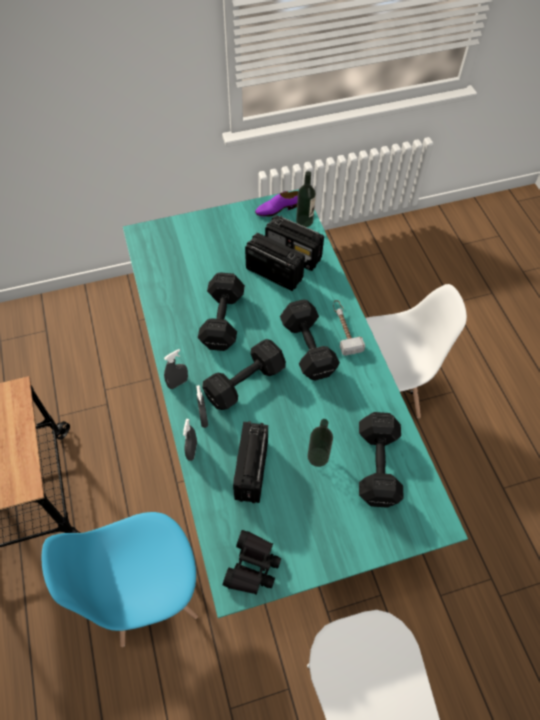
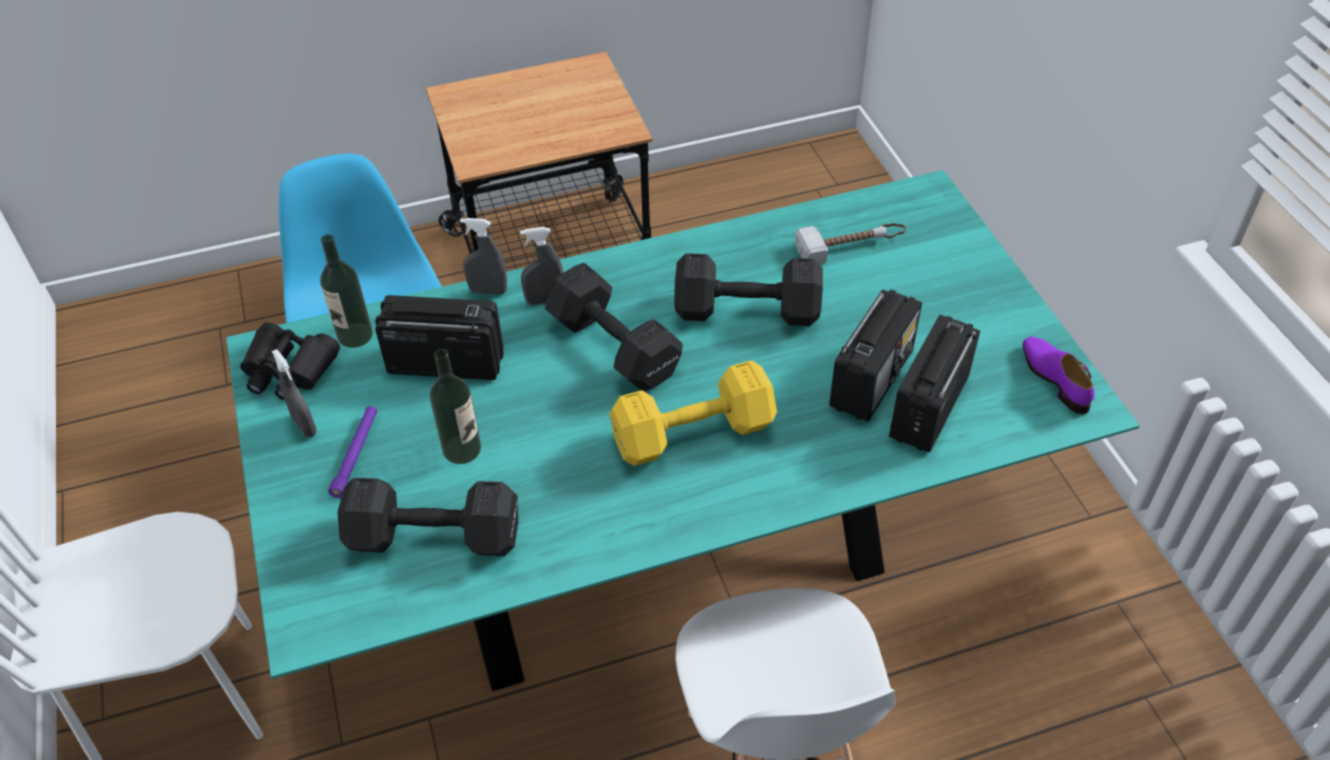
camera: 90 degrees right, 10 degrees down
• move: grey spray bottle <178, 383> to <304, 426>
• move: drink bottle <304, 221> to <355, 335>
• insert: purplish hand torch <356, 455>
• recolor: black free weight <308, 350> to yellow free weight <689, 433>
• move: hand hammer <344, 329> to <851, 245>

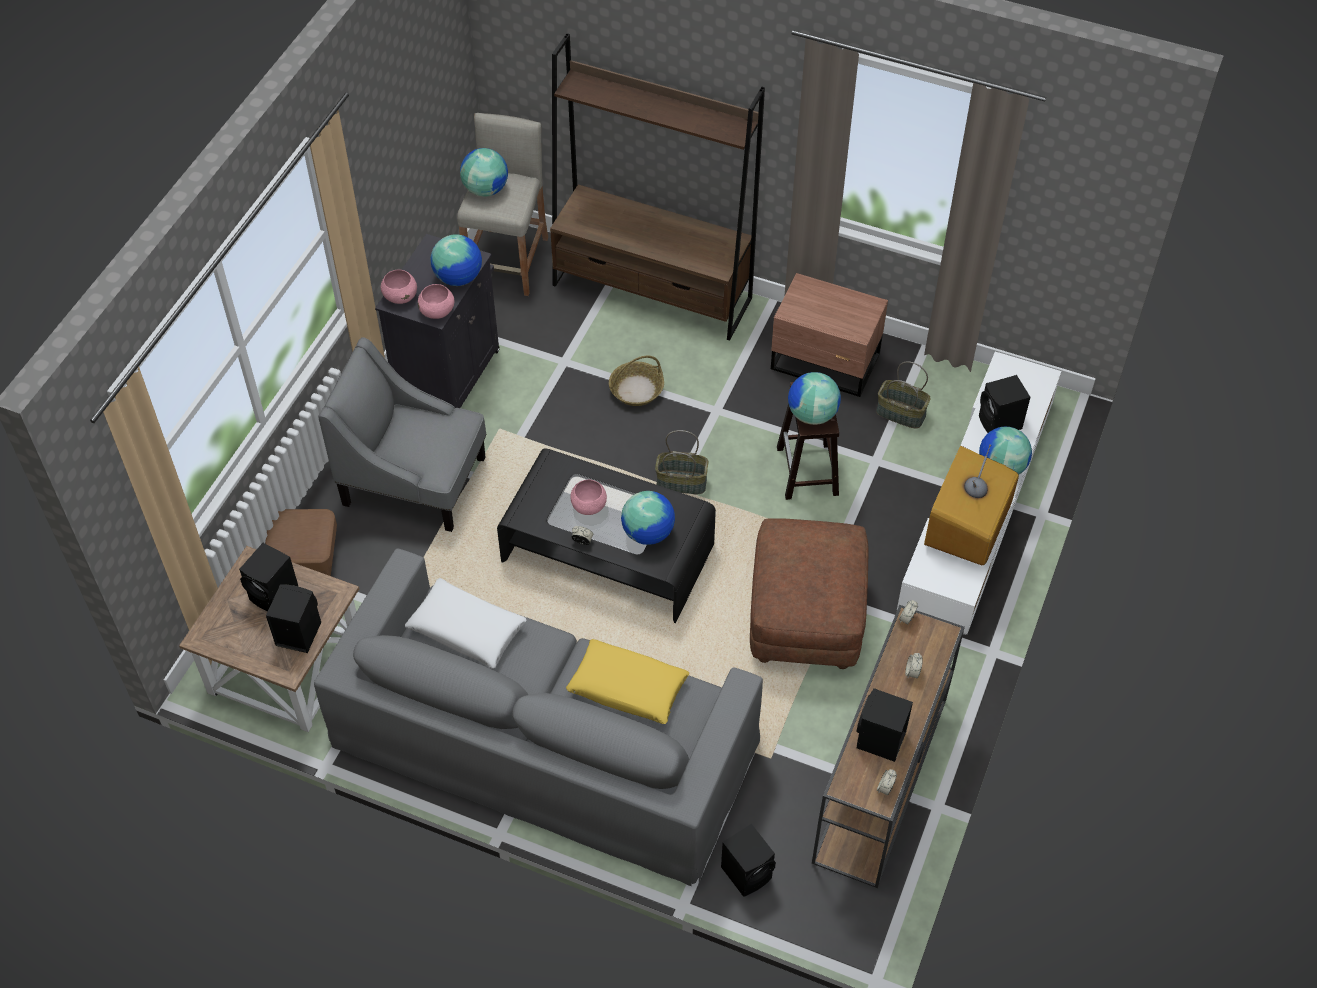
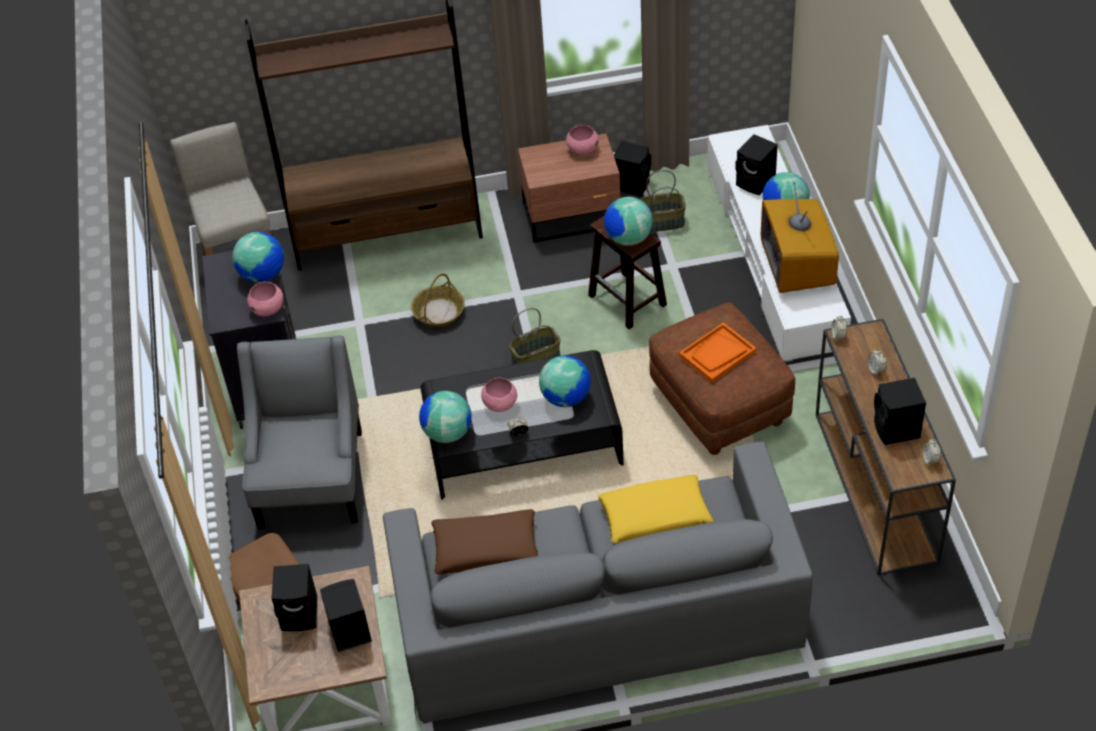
camera: 30 degrees left, 5 degrees down
• rotate: grey lounge chair <415, 481> = <311, 479> 105 degrees clockwise
• move: world globe <485, 189> to <447, 433>
• recolor: white pillow <467, 629> to brown-coloured pillow <486, 549>
• move: pink deep dish <400, 296> to <582, 149>
• move: black speaker <748, 872> to <632, 184>
• insert: orange tray <717, 354>

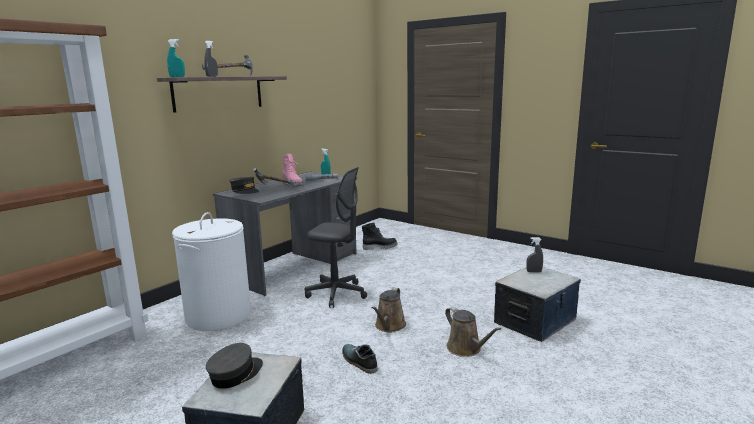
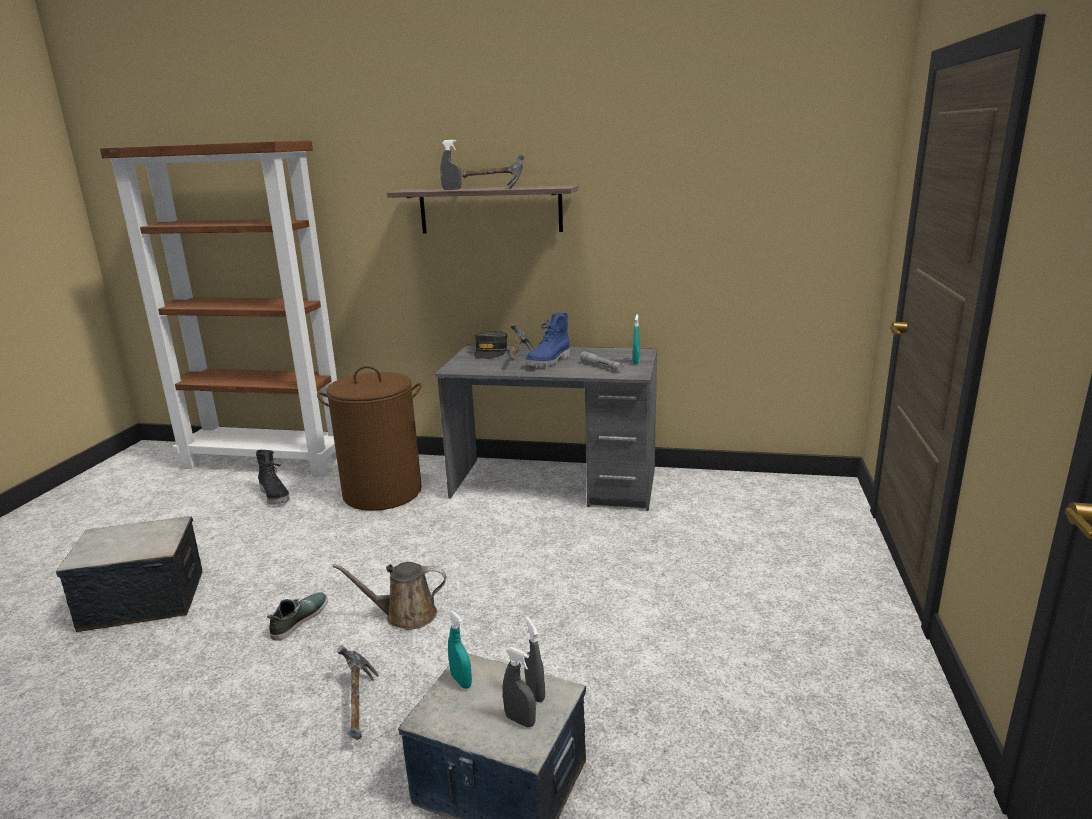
camera: 65 degrees right, 5 degrees up
• move: black boot <380, 247> to <275, 496>
• recolor: white laundry basket <218, 316> to brown-coloured laundry basket <382, 492>
• replace: brown-coloured watering can <466, 349> to hand hammer <358, 709>
• move: turquoise spray bottle <177, 77> to <461, 681>
• insert: grey spray bottle <520, 720>
• recolor: pink boot <293, 185> to blue boot <549, 362>
• delete: grey baseball cap <235, 374>
• delete: grey computer chair <336, 294>

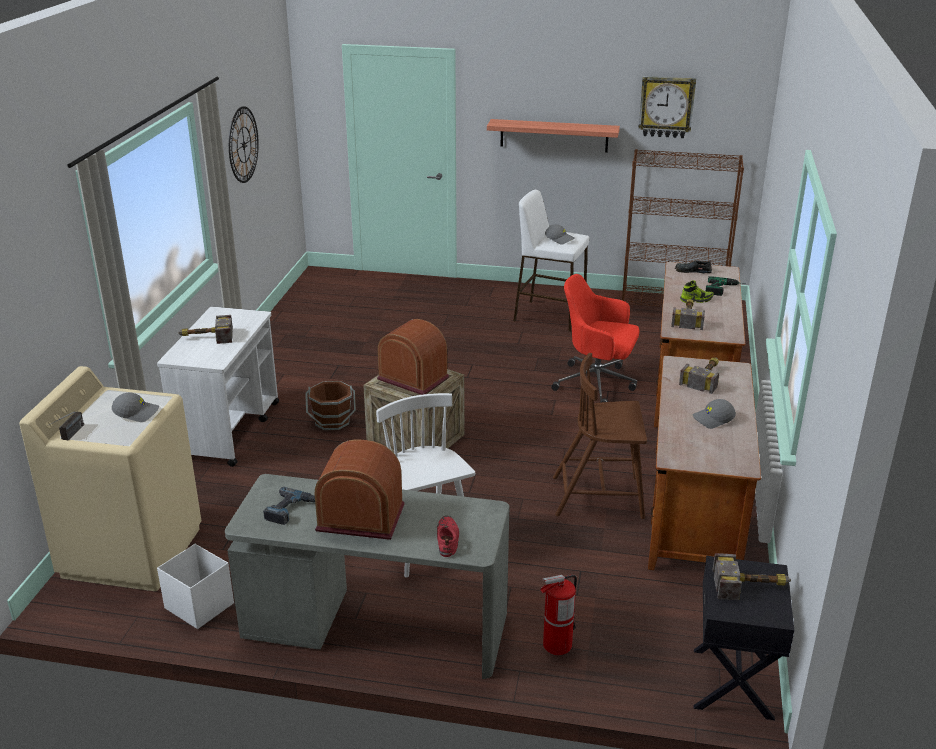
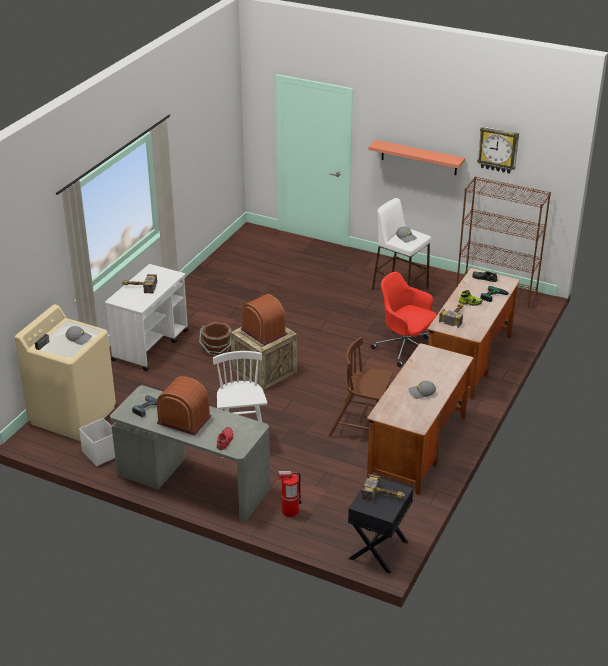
camera: 15 degrees right, 5 degrees up
• delete: wall clock <243, 144>
• delete: hand hammer <705, 377>

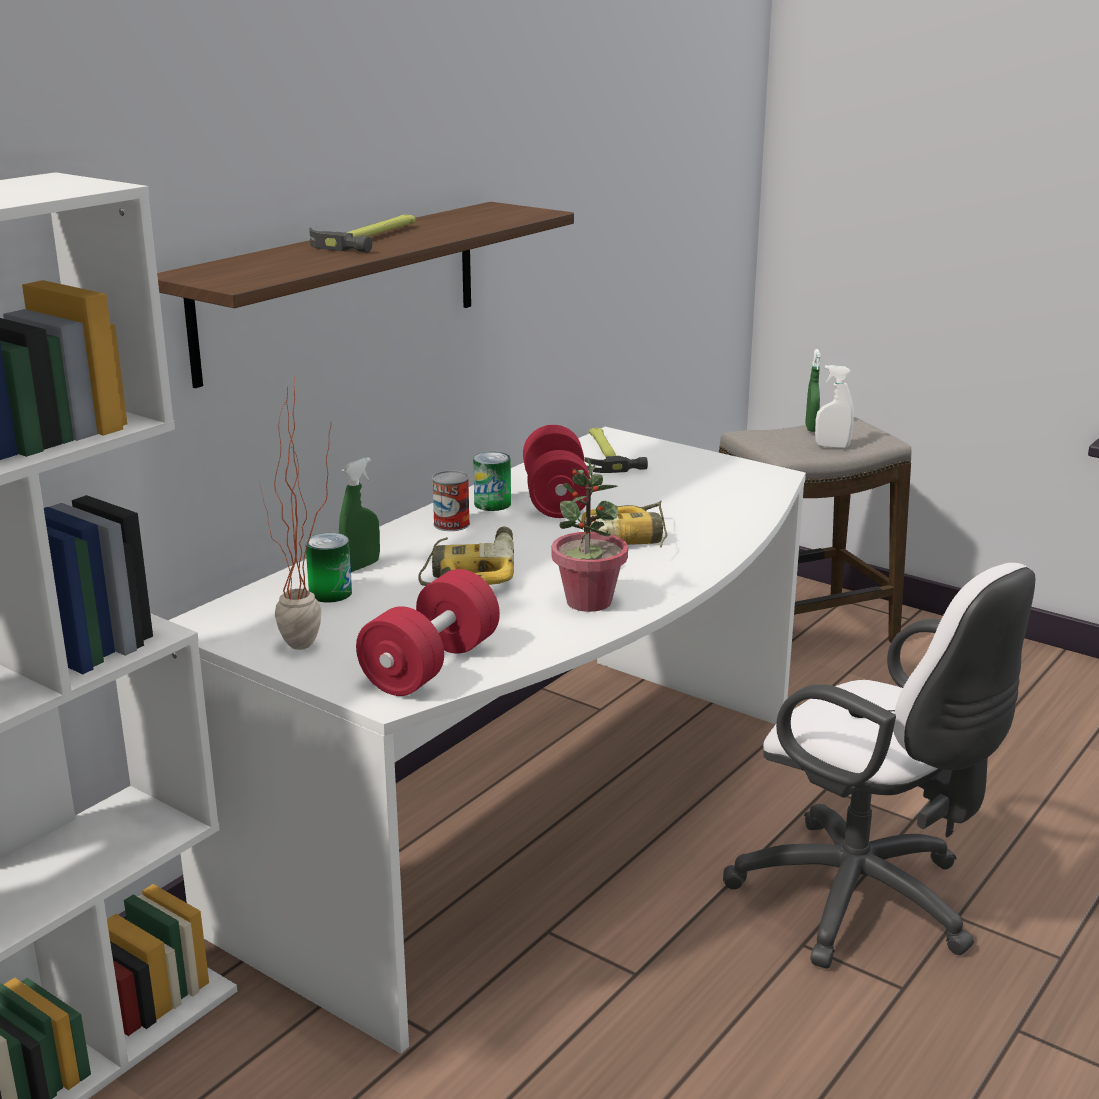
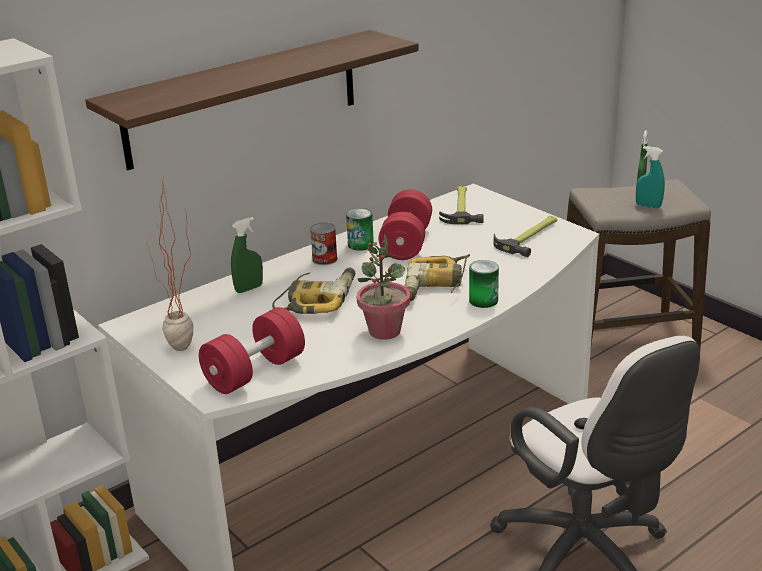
camera: 15 degrees right, 5 degrees up
• move: sealed can <330, 593> to <483, 300>
• move: hand hammer <372, 237> to <530, 237>
• recolor: white spray bottle <832, 446> to turquoise spray bottle <648, 206>

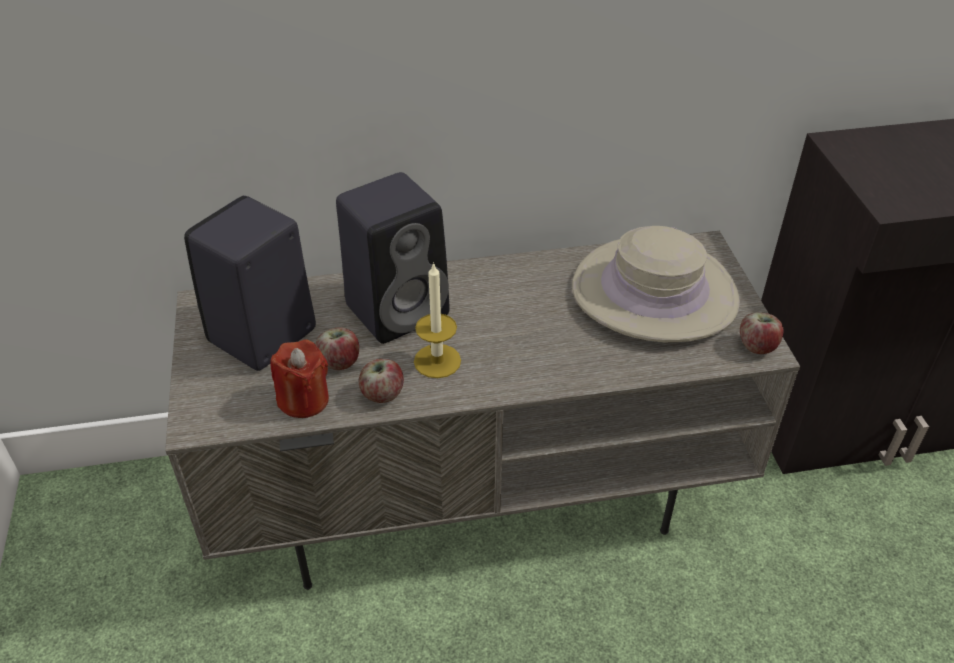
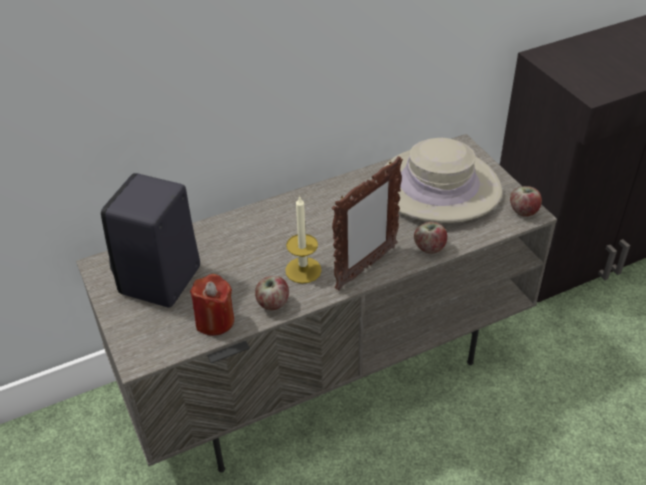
camera: 15 degrees left, 0 degrees up
• insert: photo frame <365, 268>
• move: apple fruit <340, 361> to <429, 247>
• delete: black speaker <400, 308>

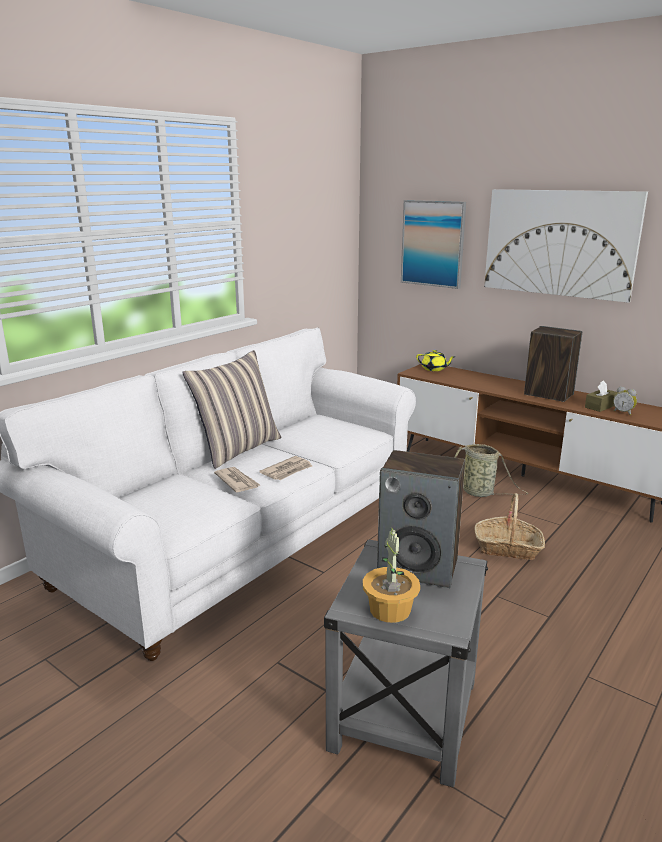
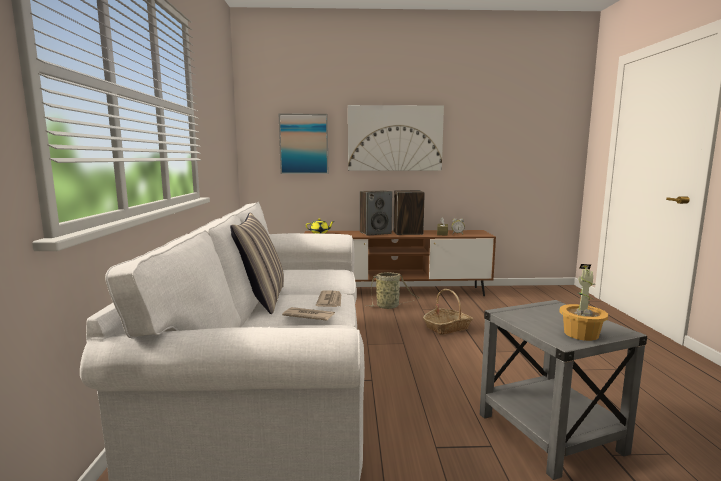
camera: 40 degrees left, 10 degrees down
• move: speaker <418, 567> to <375, 233>

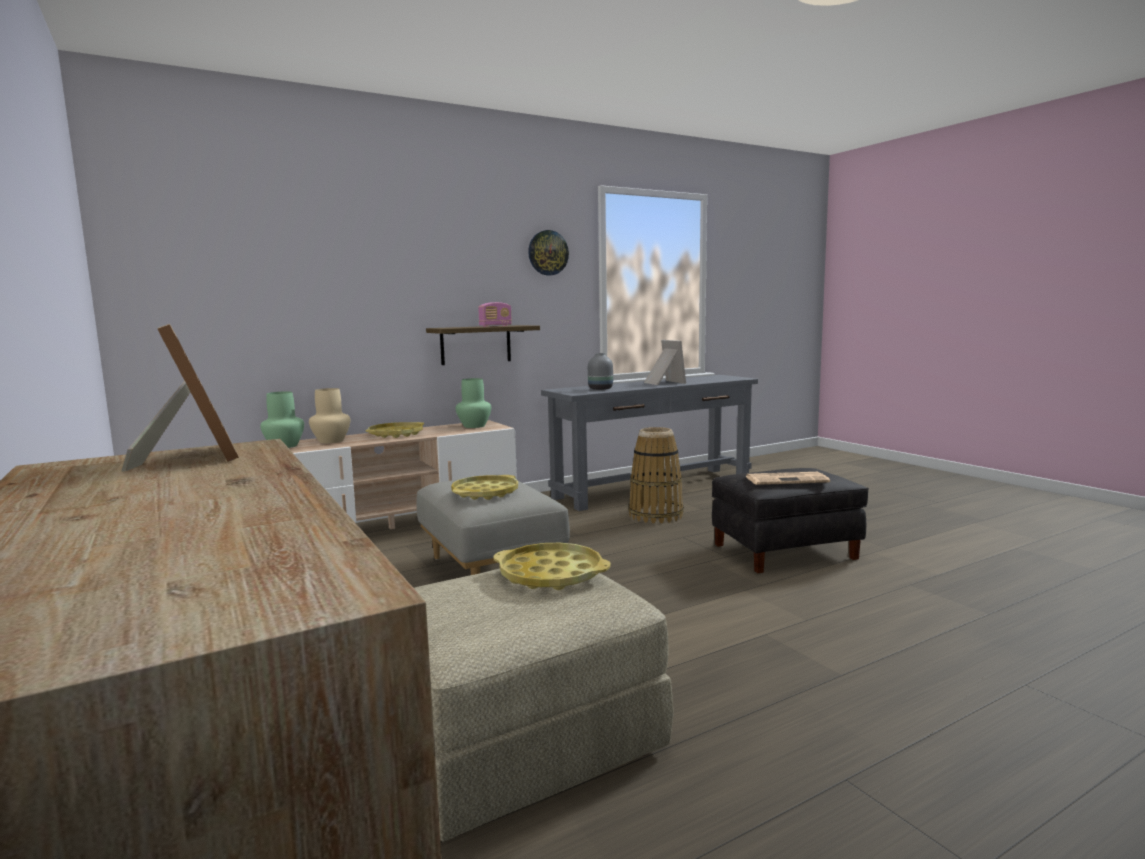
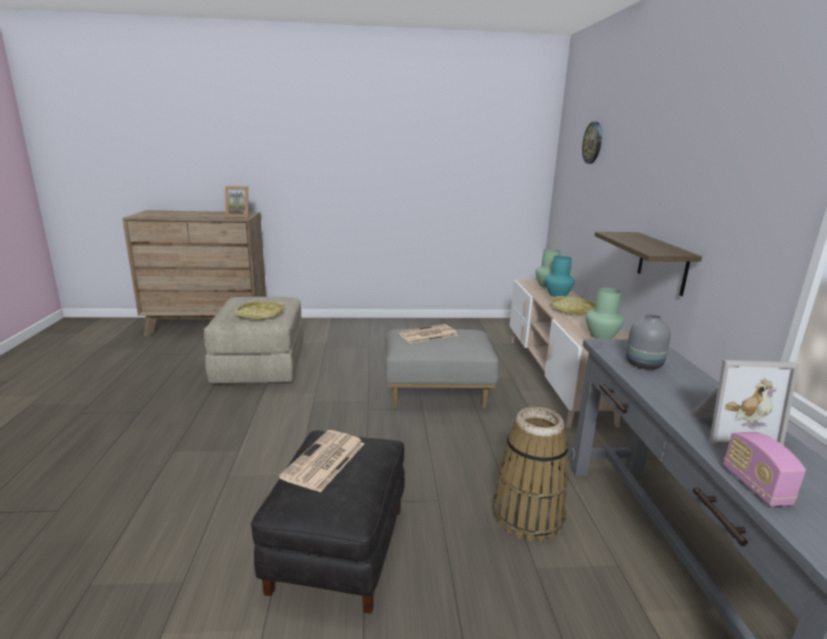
camera: 115 degrees right, 10 degrees up
• replace: yellow tray <485, 493> to newspaper <427, 335>
• recolor: beige-coloured decorative vase <331, 441> to turquoise decorative vase <558, 294>
• move: wall clock <548, 253> to <593, 142>
• move: radio <495, 326> to <755, 486>

